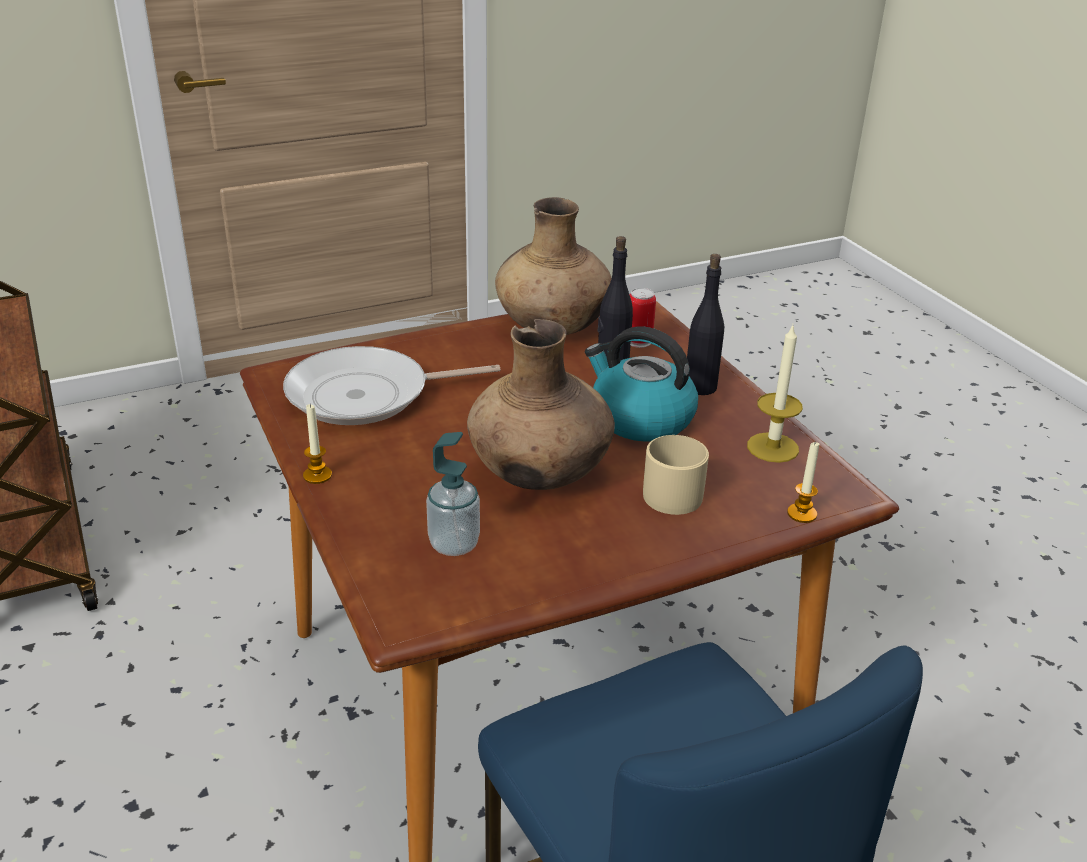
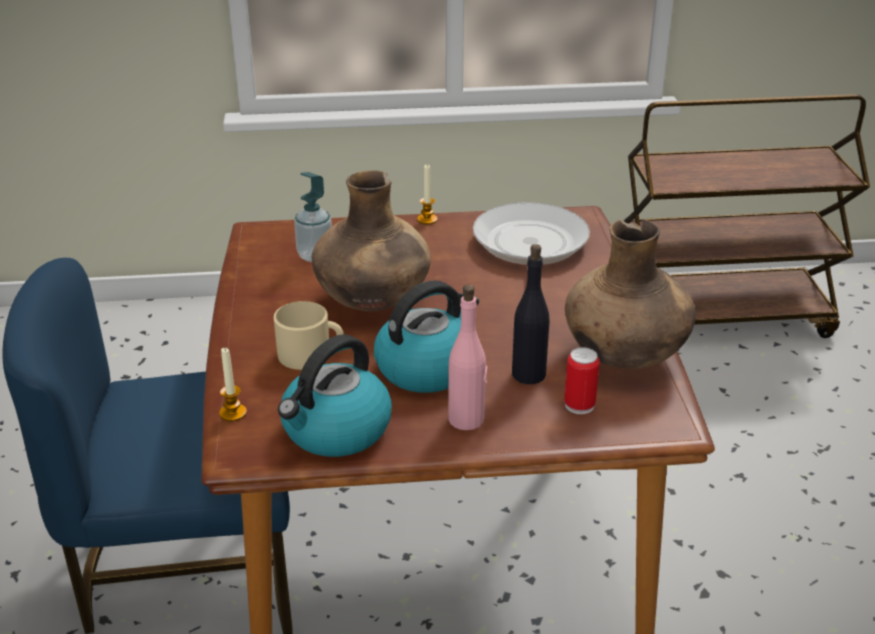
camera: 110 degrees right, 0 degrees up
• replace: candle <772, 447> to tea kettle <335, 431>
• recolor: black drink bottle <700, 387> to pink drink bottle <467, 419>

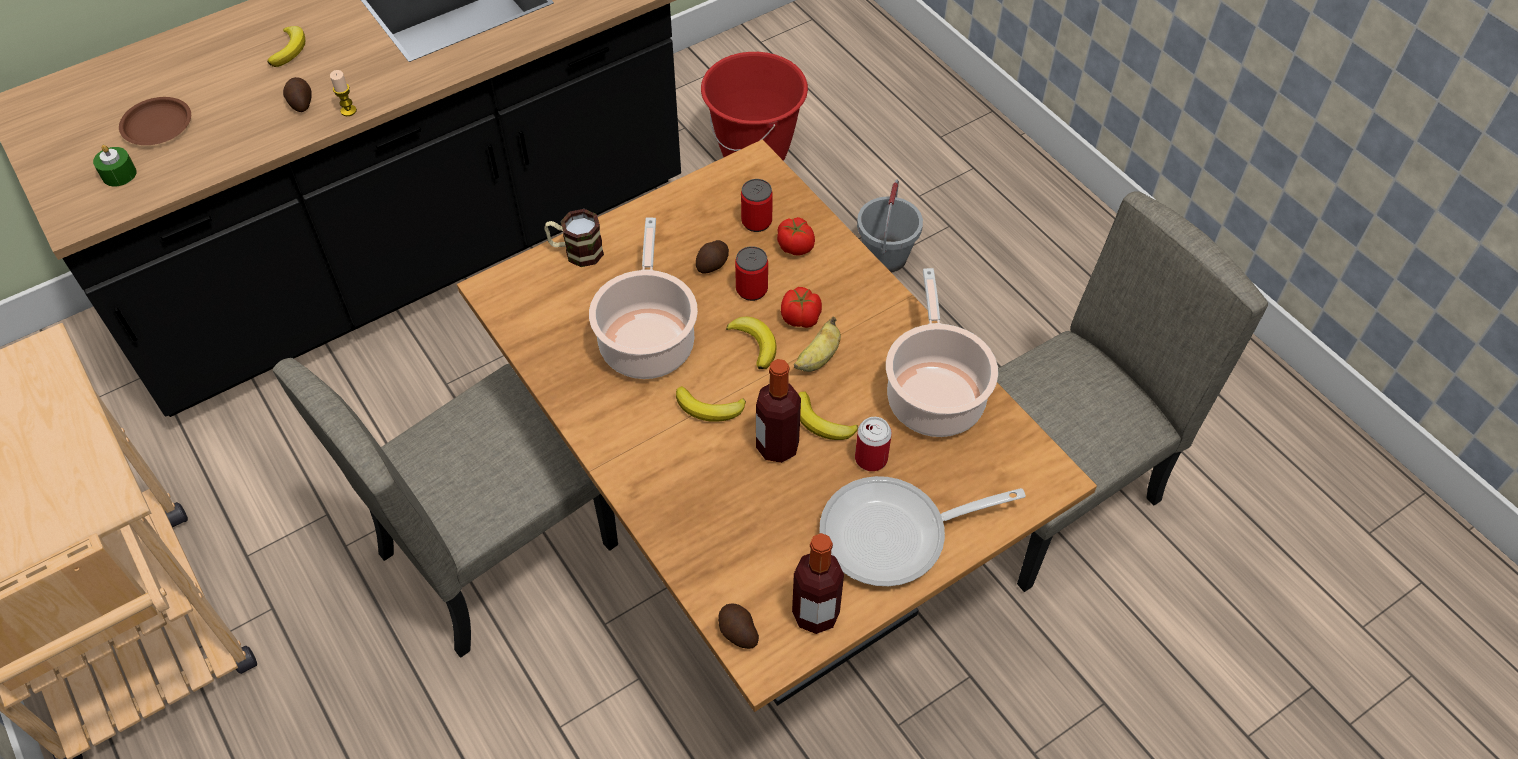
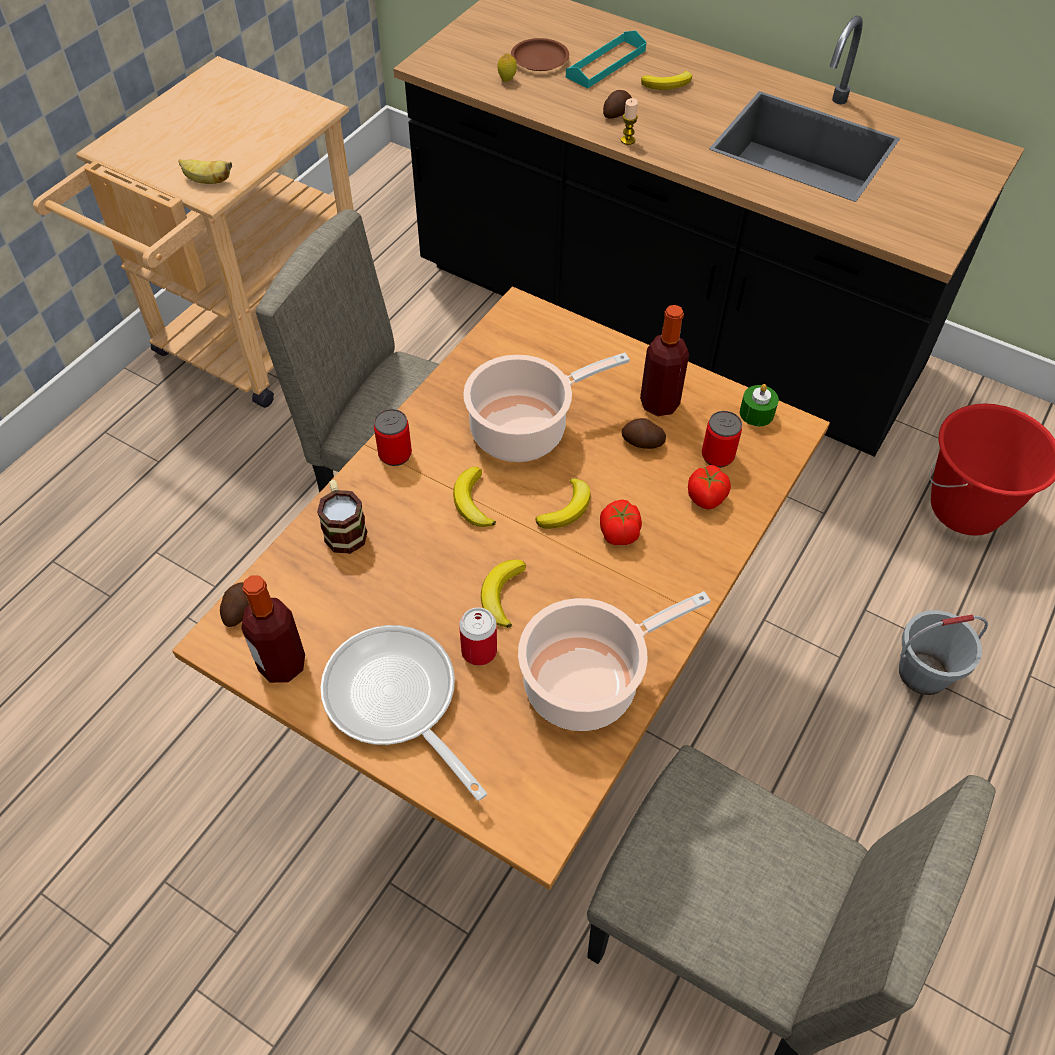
camera: 65 degrees right, 0 degrees up
• move: banana <818, 358> to <207, 181>
• move: tea mug <576, 251> to <344, 528>
• move: sealed can <751, 289> to <395, 454>
• insert: lemon <507, 80>
• insert: turquoise tray <606, 64>
• move: drink bottle <777, 446> to <659, 403>
• move: green-coloured candle <119, 174> to <756, 413>

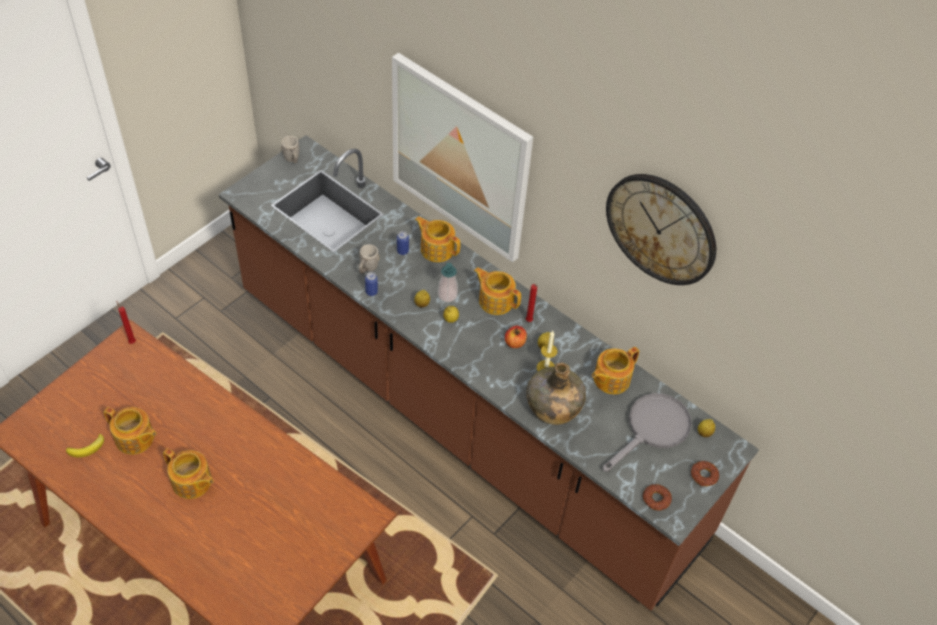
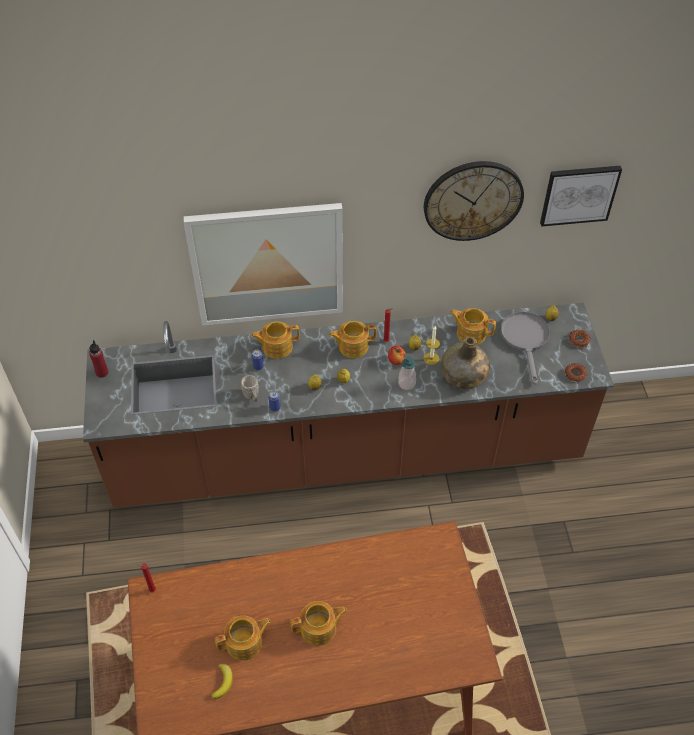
camera: 45 degrees left, 0 degrees up
• replace: grey tea mug <292, 159> to reddish drink bottle <102, 372>
• move: soap bottle <447, 295> to <406, 383>
• rotate: pot for tea <610, 379> = <470, 333> 105 degrees clockwise
• insert: picture <579, 194>

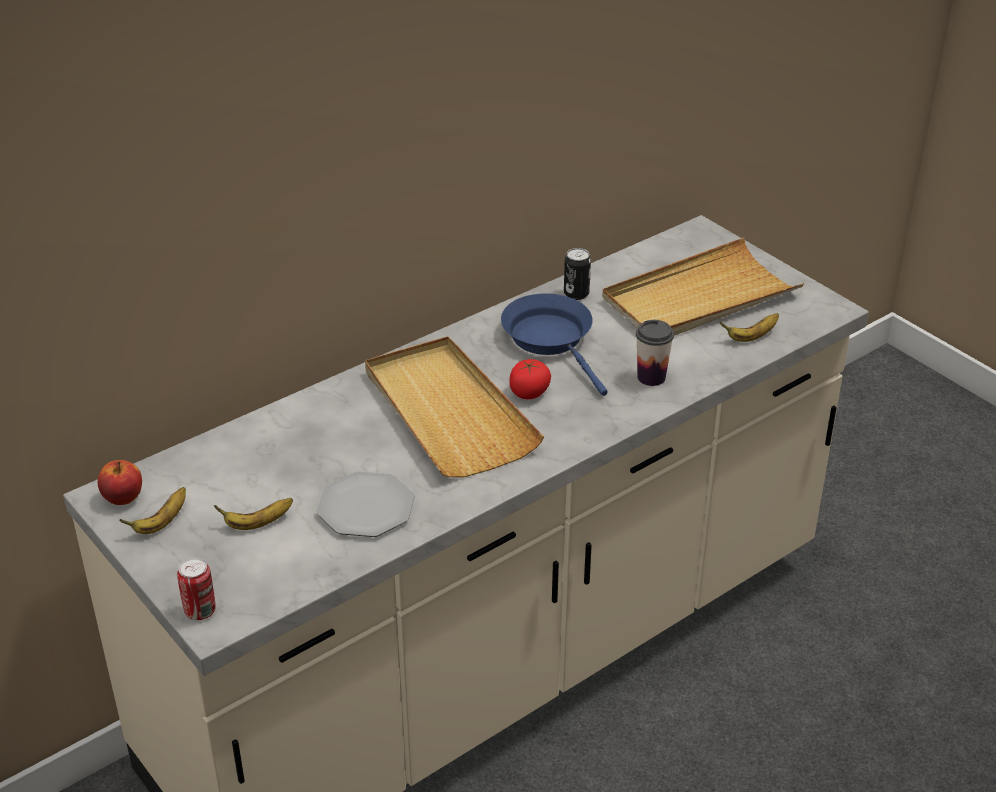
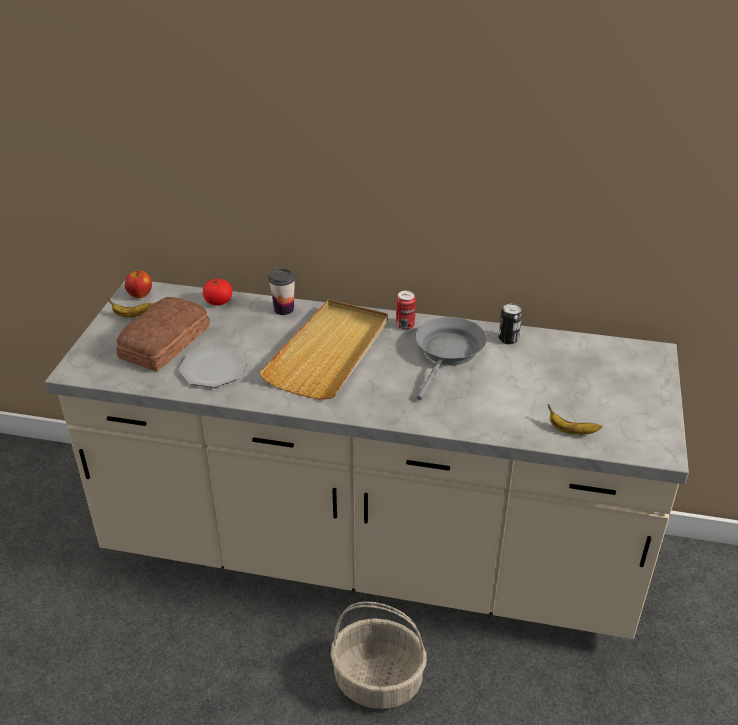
camera: 50 degrees right, 0 degrees up
• replace: banana <257, 524> to bread <163, 342>
• move: fresh tomato <529, 393> to <218, 302>
• move: cup <651, 377> to <284, 309>
• insert: basket <379, 680>
• move: sealed can <200, 611> to <405, 325>
• recolor: blue skillet <551, 340> to grey skillet <448, 353>
• delete: beige-coloured tray <699, 298>

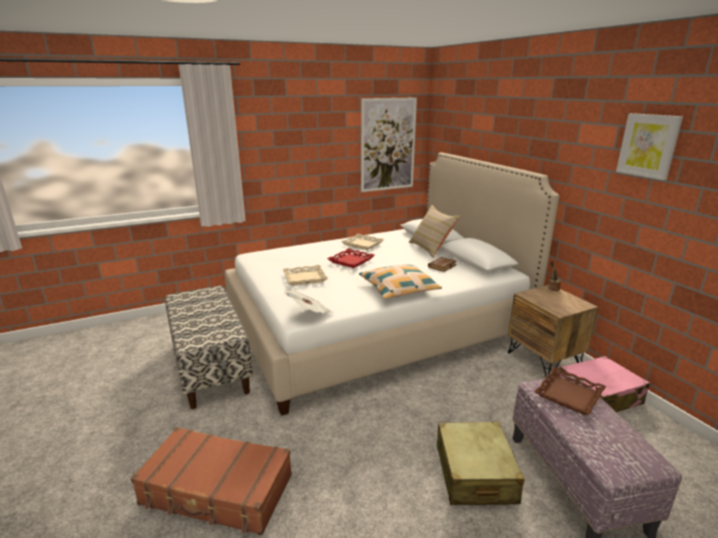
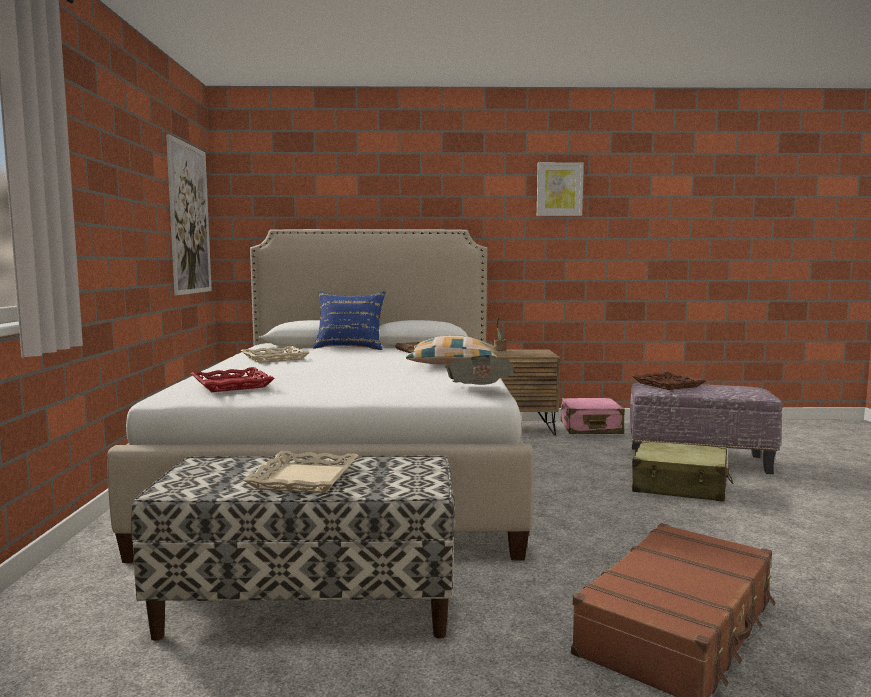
camera: 65 degrees left, 15 degrees down
• move: reddish tray <351, 261> to <231, 385>
• move: beige-coloured tray <305, 278> to <303, 478>
• recolor: beige-coloured pillow <431, 248> to blue pillow <350, 347>

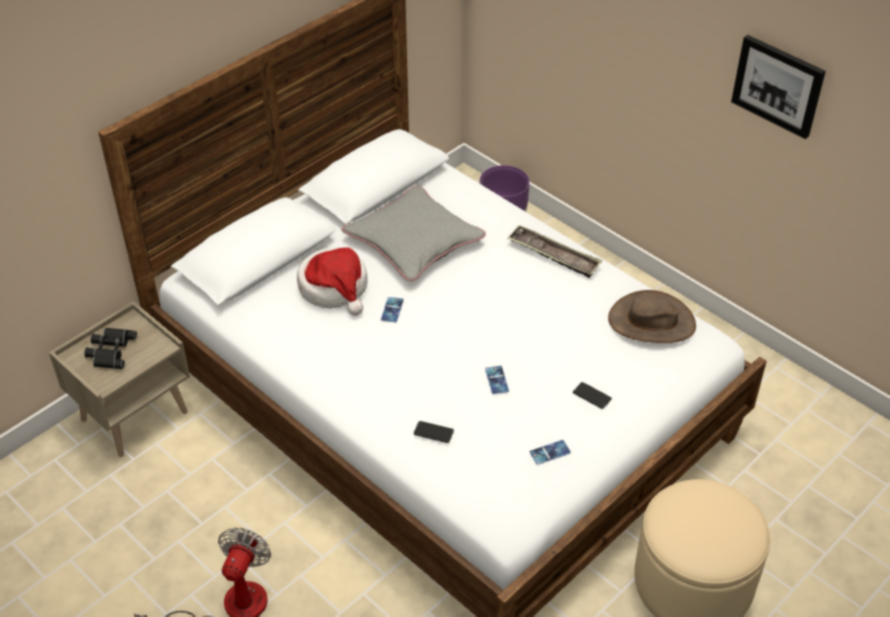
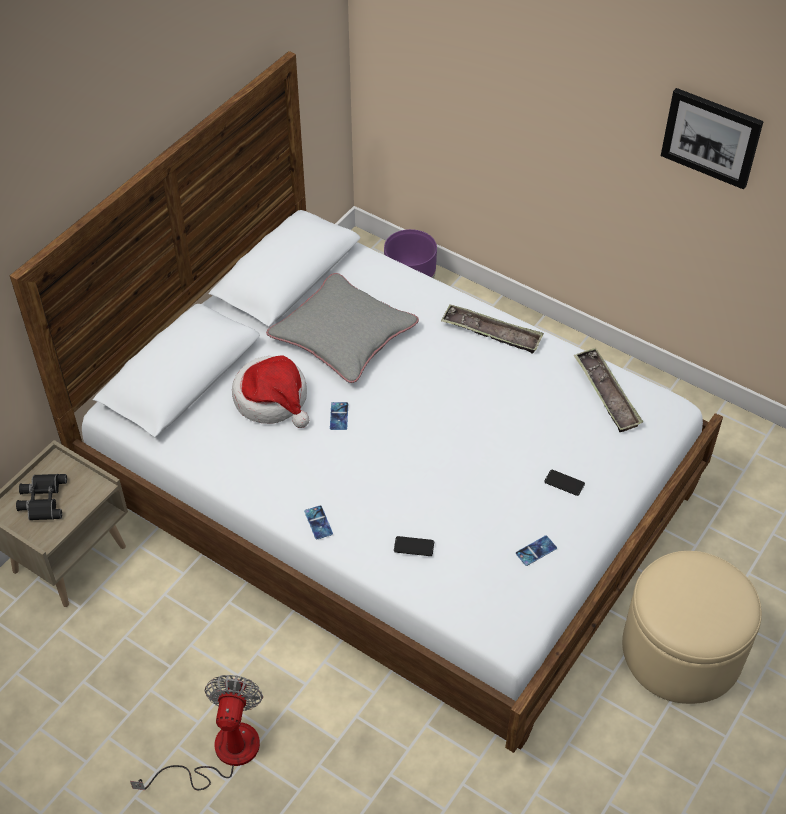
camera: 10 degrees left, 5 degrees up
• move: telephone <497, 380> to <318, 522>
• replace: brown-coloured clothing hat <651, 322> to tray <606, 394>

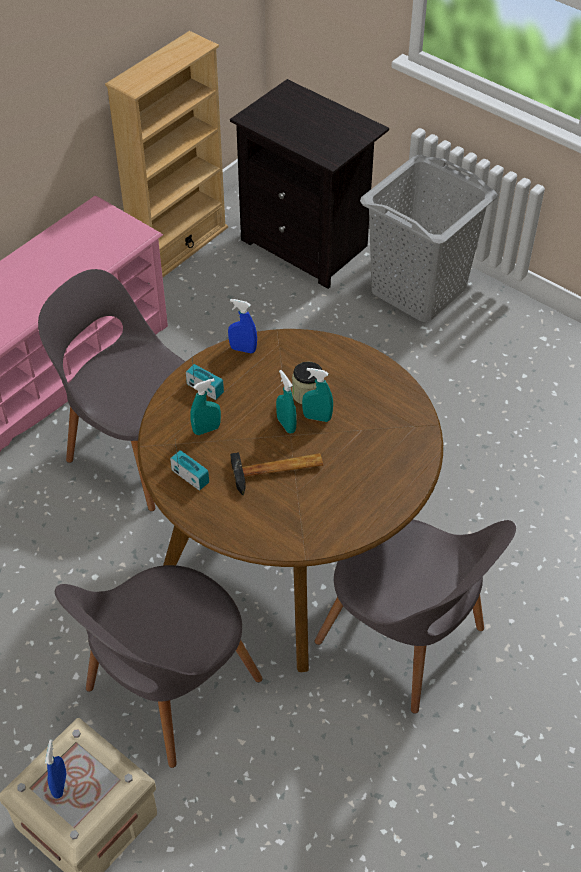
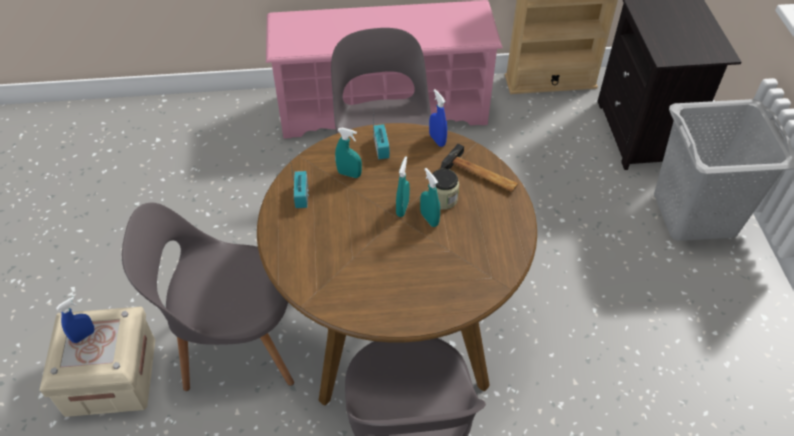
camera: 45 degrees right, 0 degrees up
• move: hand hammer <278, 471> to <479, 176>

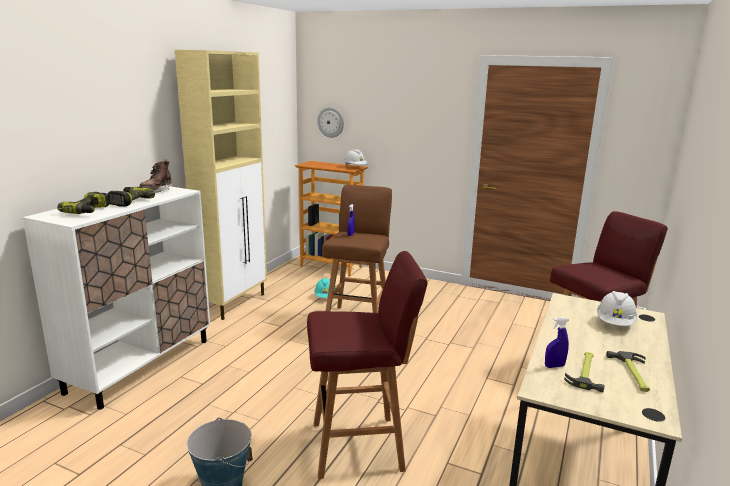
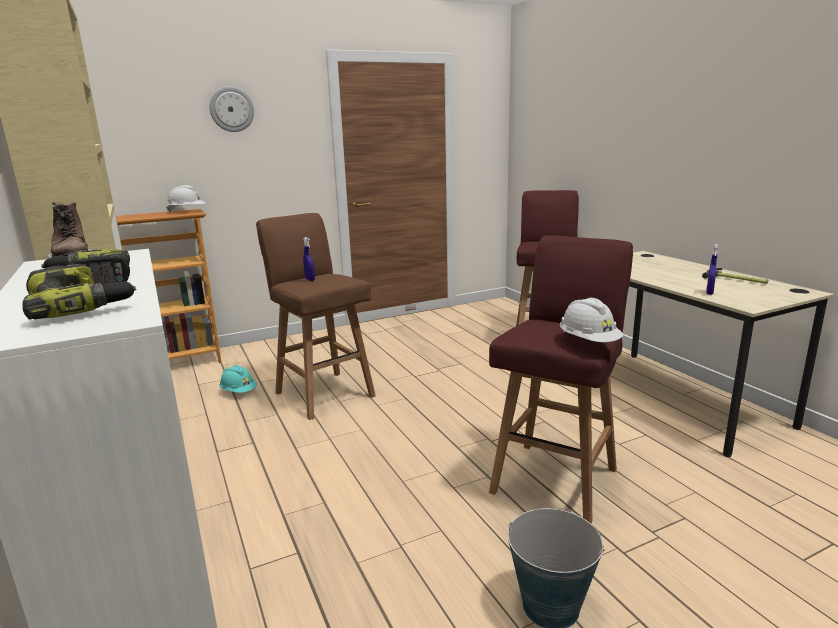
camera: 50 degrees left, 0 degrees up
• move: wall clock <331, 122> to <231, 109>
• move: white safety helmet <615, 323> to <589, 342>
• delete: hand hammer <585, 372>

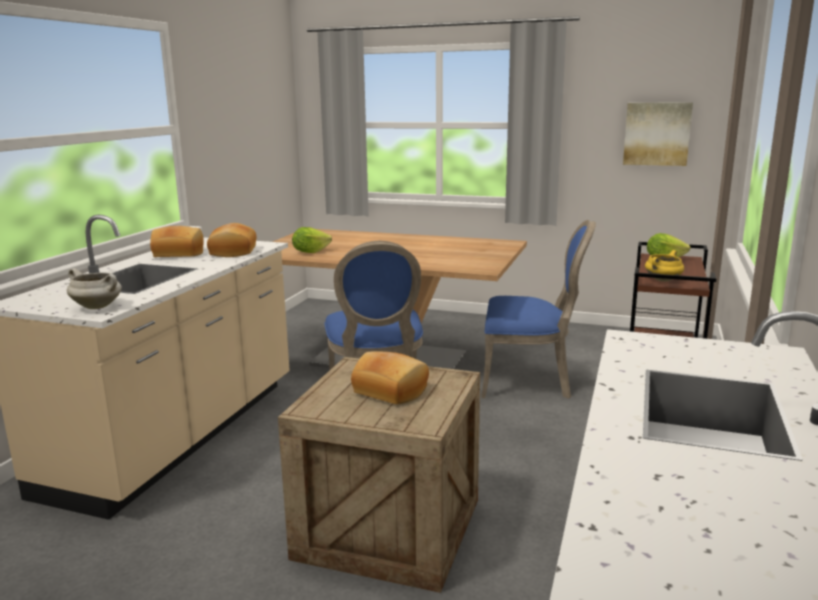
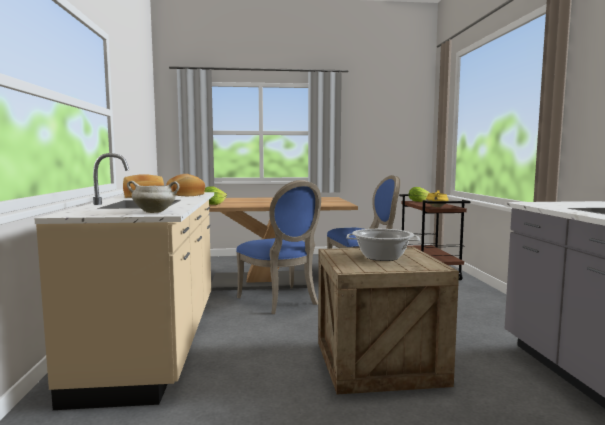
camera: 25 degrees left, 10 degrees down
• replace: bread <392, 390> to cooking pot <382, 257>
• delete: picture <657, 134>

